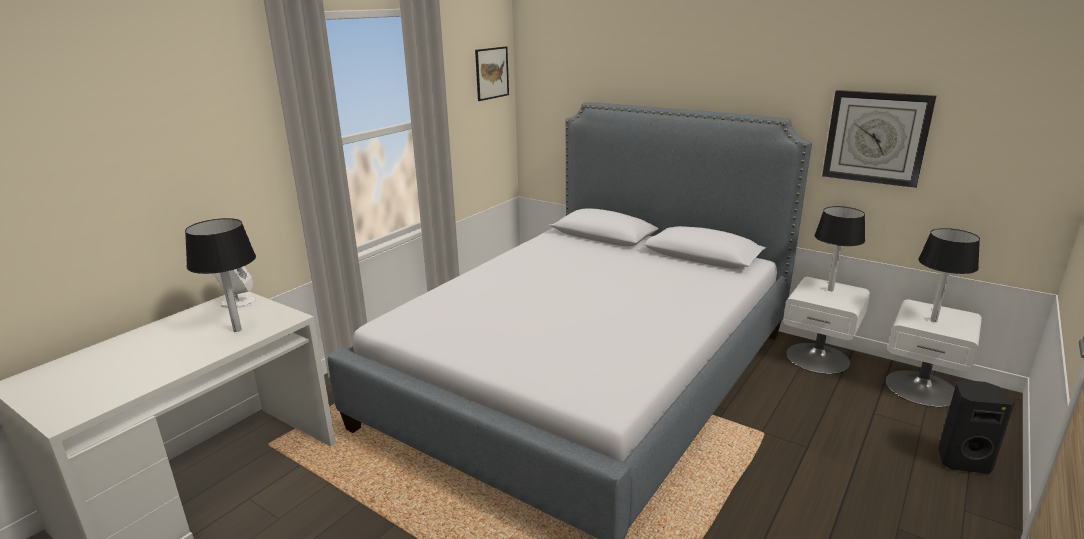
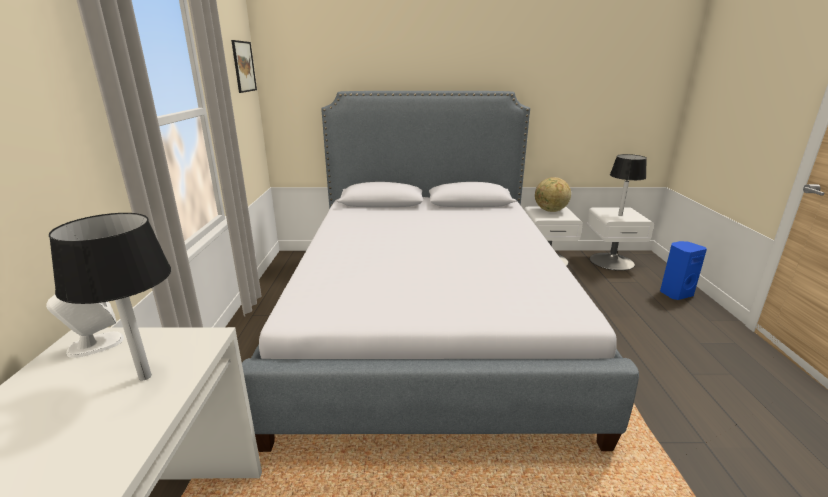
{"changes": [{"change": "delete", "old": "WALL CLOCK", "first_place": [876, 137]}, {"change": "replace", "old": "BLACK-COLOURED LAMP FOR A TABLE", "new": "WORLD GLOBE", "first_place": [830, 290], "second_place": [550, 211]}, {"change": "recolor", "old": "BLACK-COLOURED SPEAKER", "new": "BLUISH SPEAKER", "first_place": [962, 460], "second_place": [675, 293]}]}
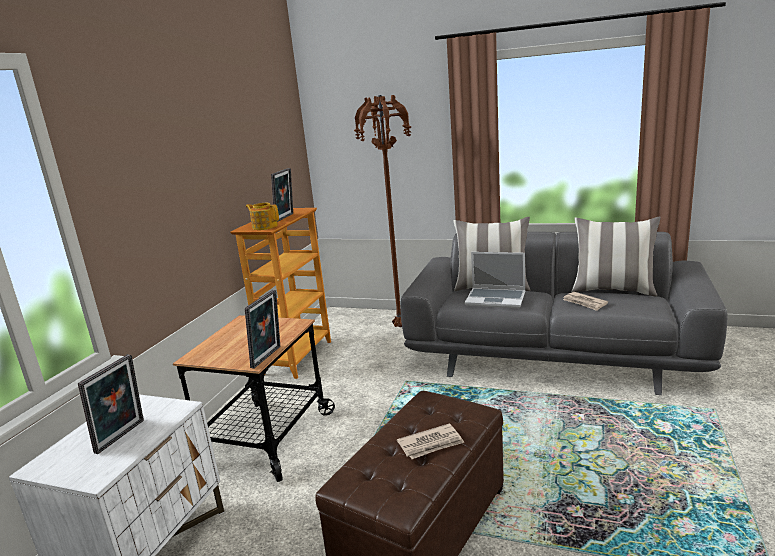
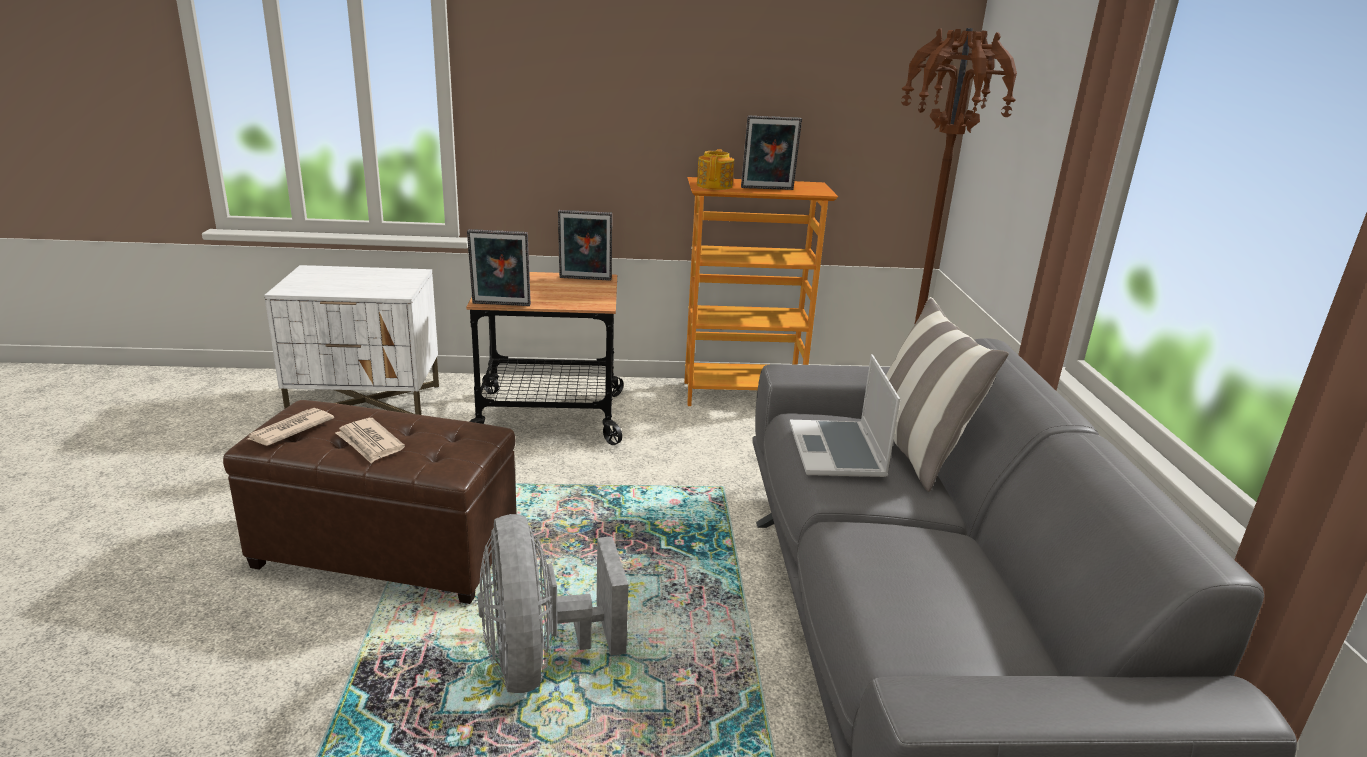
{"changes": [{"change": "delete", "old": "PILLOW", "first_place": [613, 290]}, {"change": "insert", "new": "GRAY ELECTRIC FAN", "second_place": [539, 661]}, {"change": "move", "old": "PICTURE FRAME", "first_place": [122, 437], "second_place": [585, 279]}, {"change": "move", "old": "NEWSPAPER", "first_place": [584, 303], "second_place": [289, 430]}]}
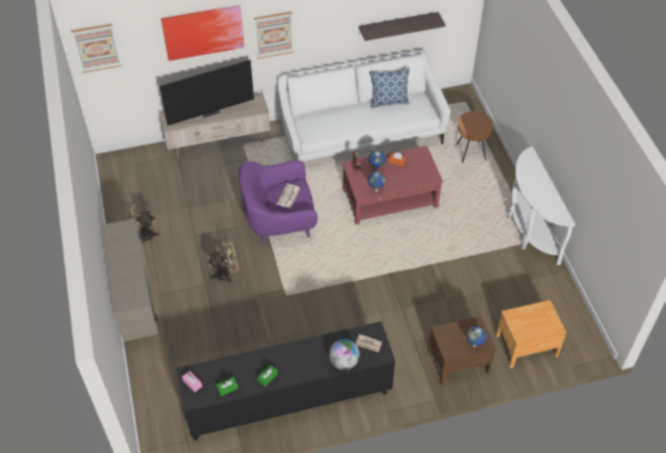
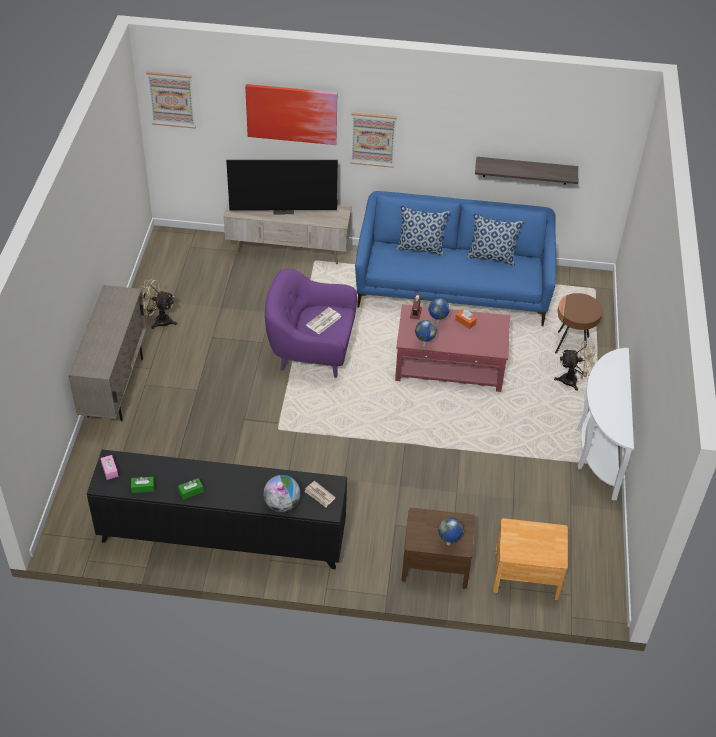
{"changes": [{"change": "insert", "new": "PILLOW", "second_place": [420, 248]}, {"change": "move", "old": "BEIGE ELECTRIC FAN", "first_place": [226, 274], "second_place": [573, 381]}, {"change": "recolor", "old": "WHITE COUCH", "new": "BLUISH COUCH", "first_place": [360, 133], "second_place": [452, 288]}]}
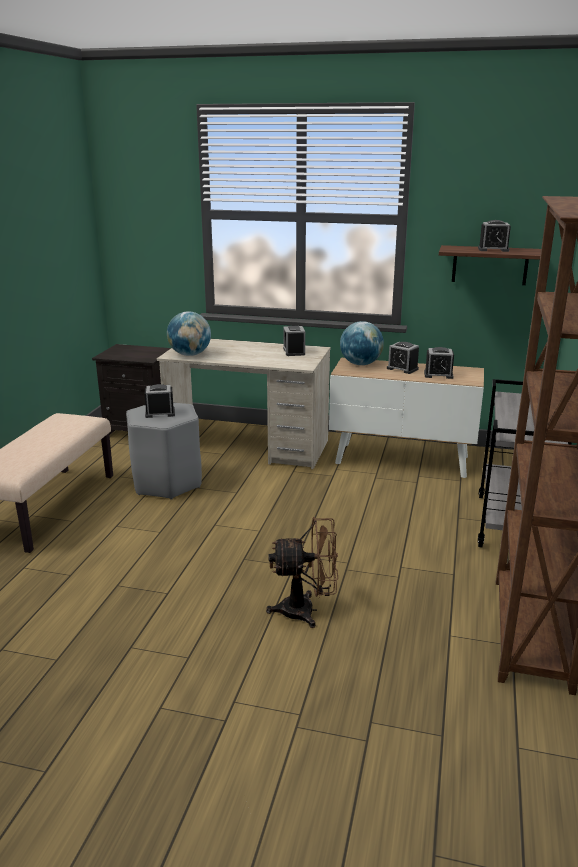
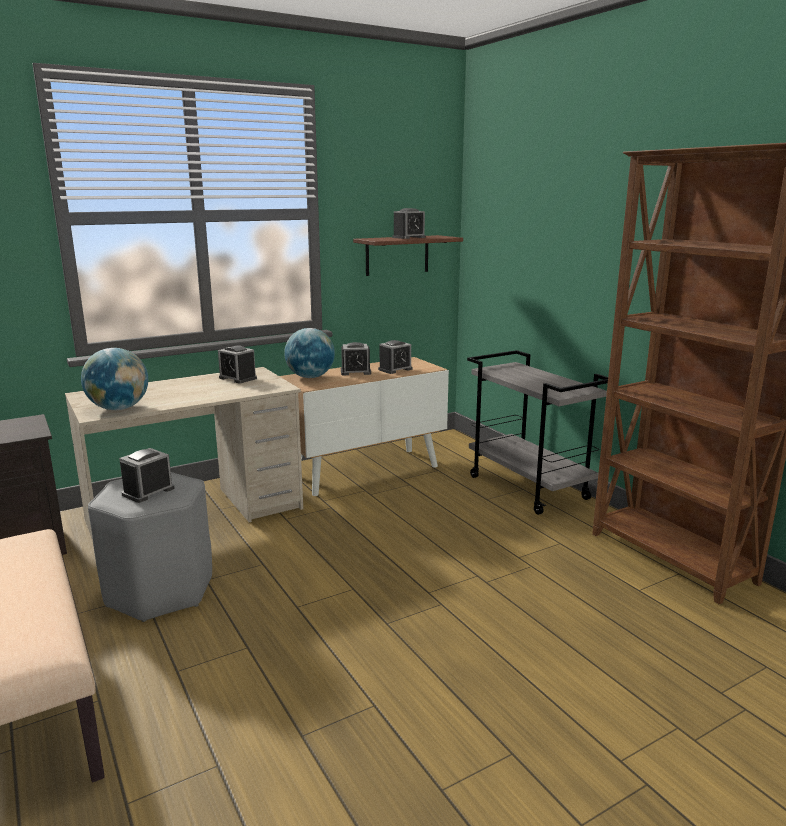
{"changes": [{"change": "delete", "old": "BROWN ELECTRIC FAN", "first_place": [306, 611]}]}
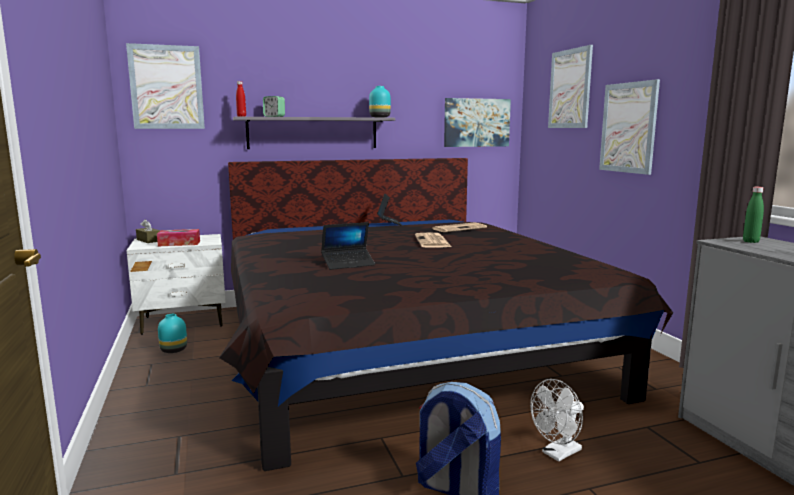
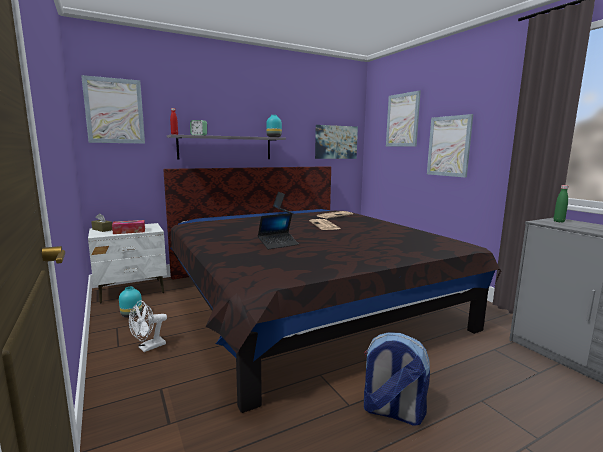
{"changes": [{"change": "move", "old": "WHITE ELECTRIC FAN", "first_place": [558, 454], "second_place": [148, 347]}]}
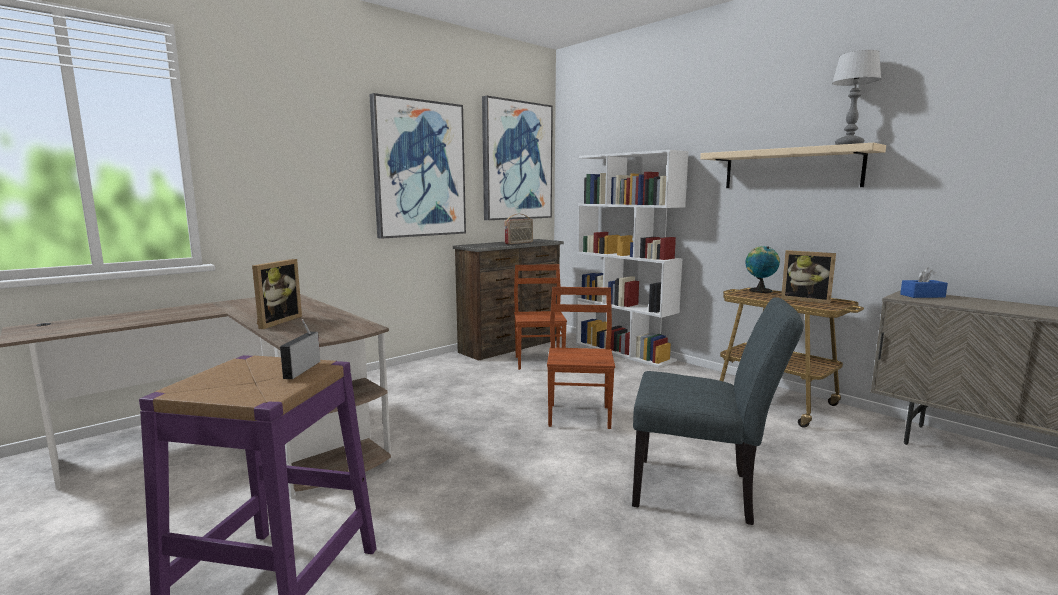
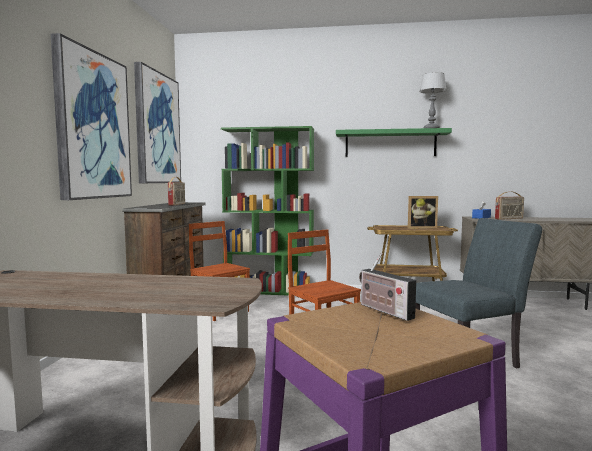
{"changes": [{"change": "delete", "old": "PICTURE FRAME", "first_place": [275, 322]}, {"change": "delete", "old": "WORLD GLOBE", "first_place": [759, 290]}, {"change": "insert", "new": "RADIO", "second_place": [509, 218]}, {"change": "recolor", "old": "WHITE SHELVING UNIT", "new": "GREENISH SHELVING UNIT", "first_place": [624, 352], "second_place": [269, 291]}, {"change": "recolor", "old": "BEIGE SHELF", "new": "GREENISH SHELF", "first_place": [790, 169], "second_place": [390, 144]}]}
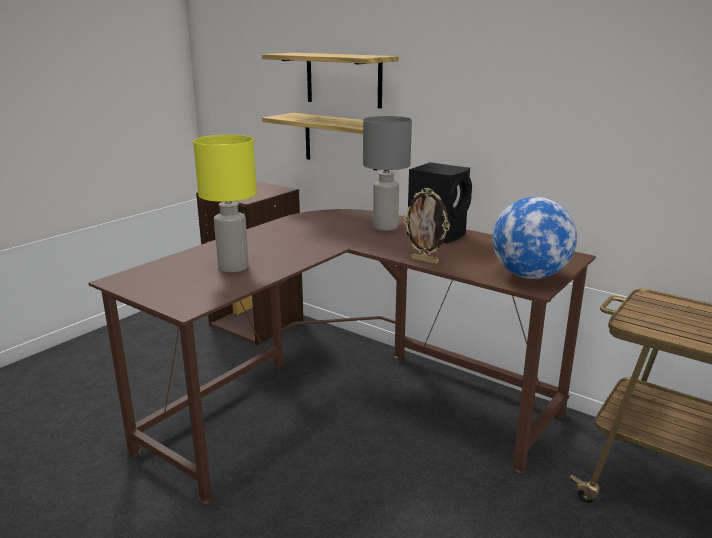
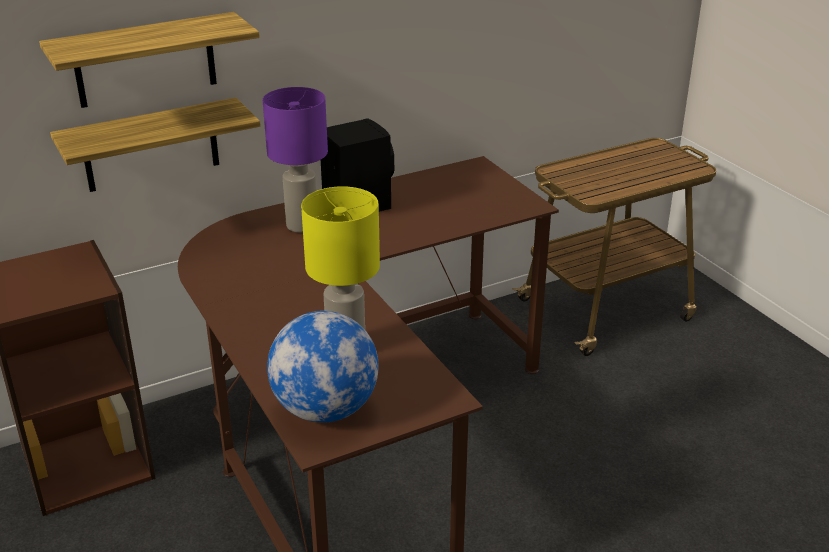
{"changes": [{"change": "delete", "old": "PICTURE FRAME", "first_place": [425, 261]}, {"change": "move", "old": "WORLD GLOBE", "first_place": [529, 276], "second_place": [326, 410]}, {"change": "recolor", "old": "GRAY LAMP FOR A TABLE", "new": "PURPLE-COLOURED LAMP FOR A TABLE", "first_place": [384, 227], "second_place": [301, 226]}]}
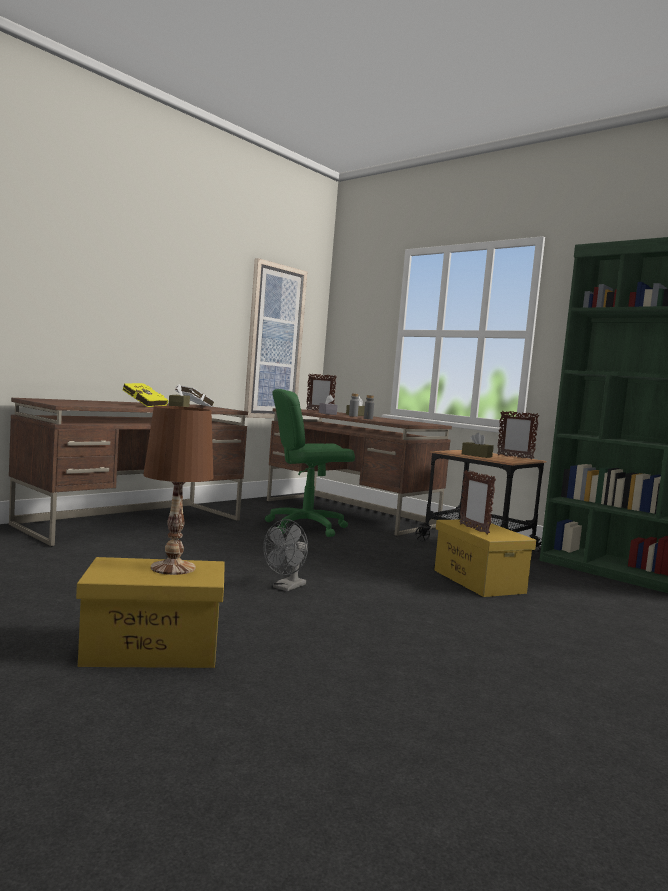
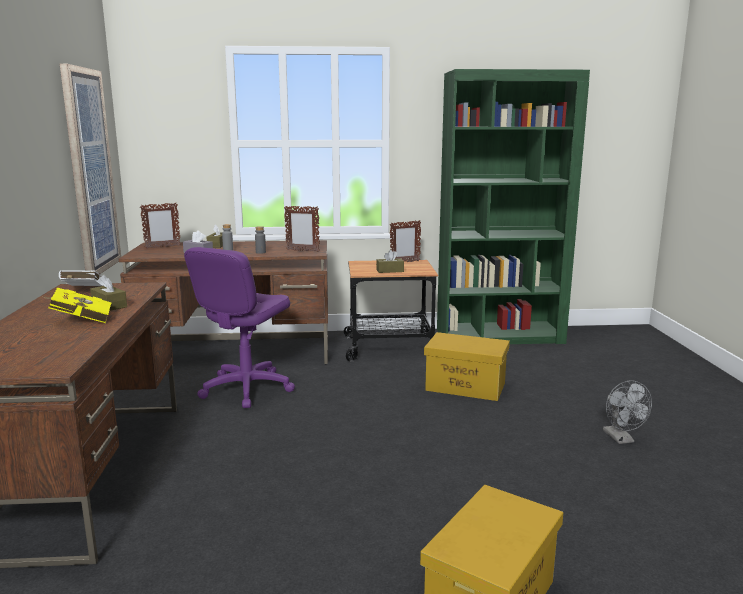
{"changes": [{"change": "delete", "old": "BROWN LAMP FOR A TABLE", "first_place": [172, 568]}, {"change": "move", "old": "GRAY ELECTRIC FAN", "first_place": [286, 587], "second_place": [621, 439]}, {"change": "move", "old": "PICTURE FRAME", "first_place": [473, 529], "second_place": [302, 251]}, {"change": "recolor", "old": "GREENISH OFFICE CHAIR", "new": "PURPLE-COLOURED OFFICE CHAIR", "first_place": [305, 527], "second_place": [246, 388]}]}
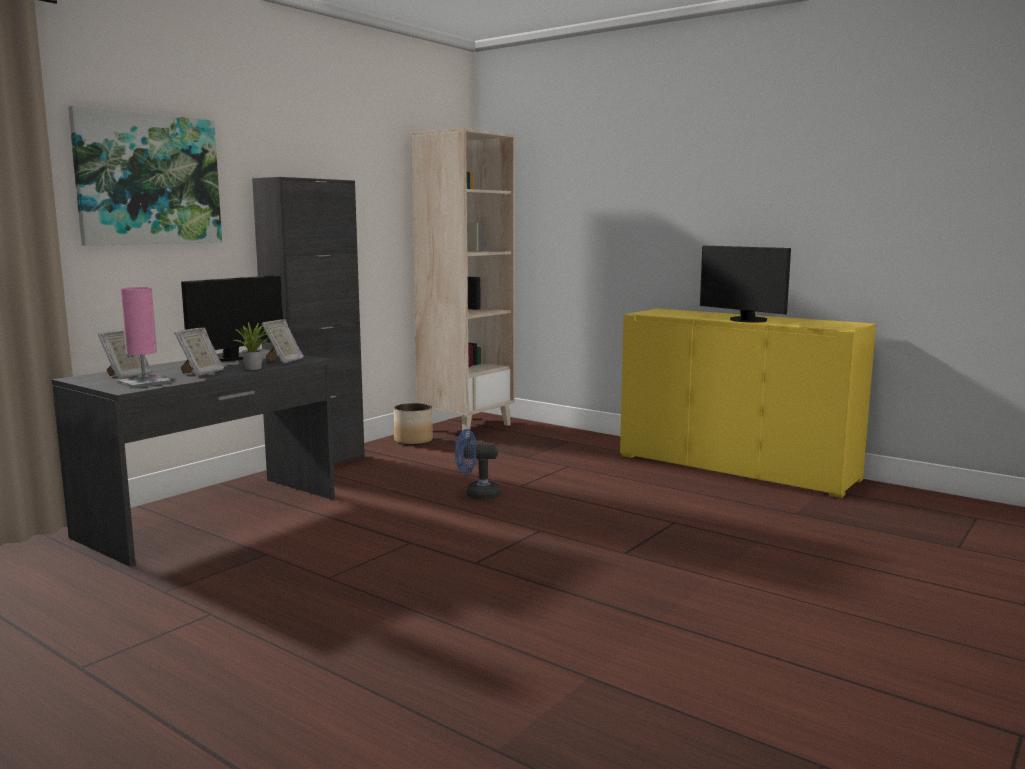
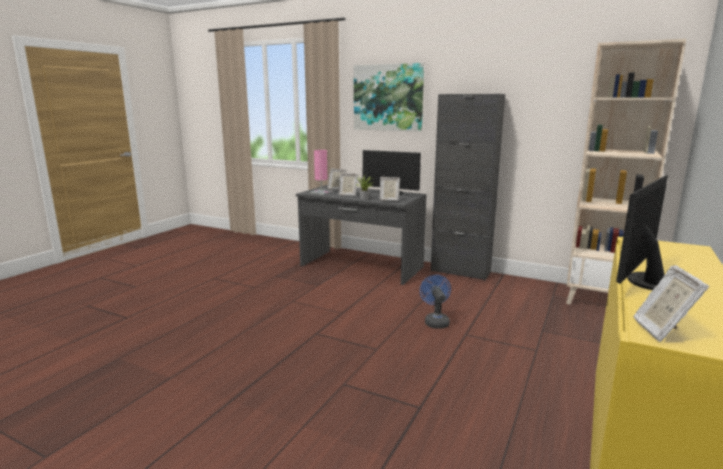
{"changes": [{"change": "delete", "old": "PLANT POT", "first_place": [414, 441]}, {"change": "insert", "new": "PICTURE FRAME", "second_place": [661, 330]}]}
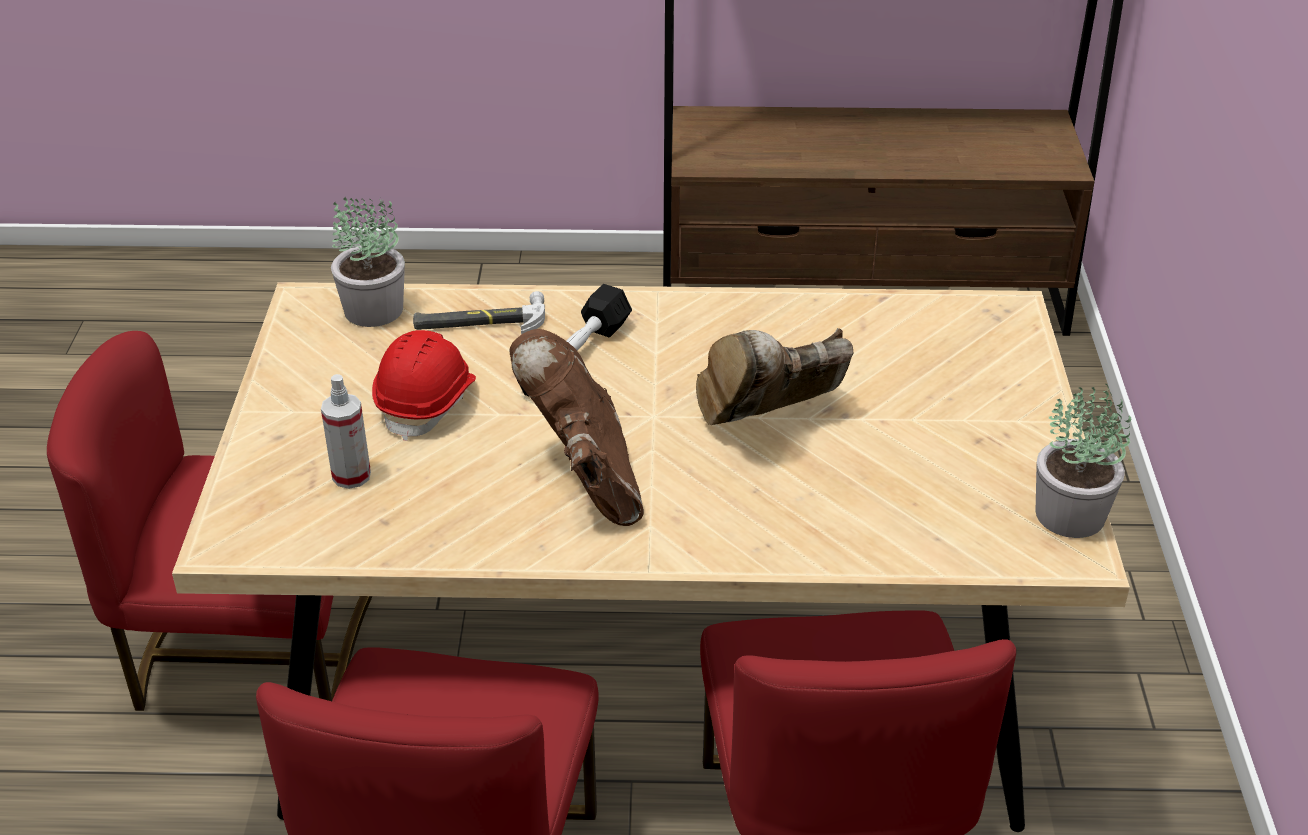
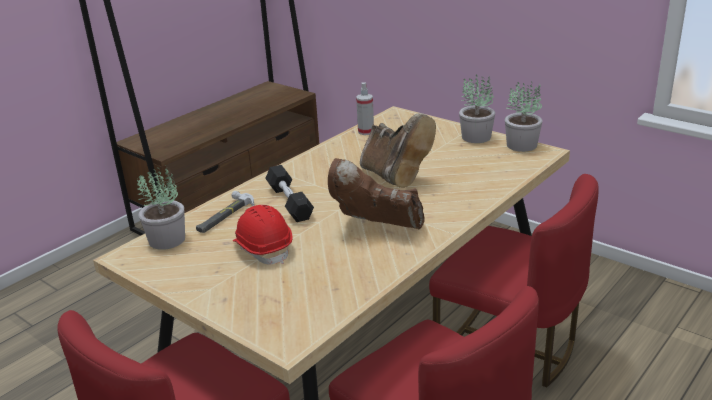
{"changes": [{"change": "insert", "new": "HOUSEPLANT", "second_place": [476, 137]}, {"change": "move", "old": "SPRAY BOTTLE", "first_place": [351, 476], "second_place": [366, 132]}, {"change": "rotate", "old": "BROWN HIGH-TOP BOOT", "first_place": [768, 422], "second_place": [395, 177], "degrees": -45}]}
